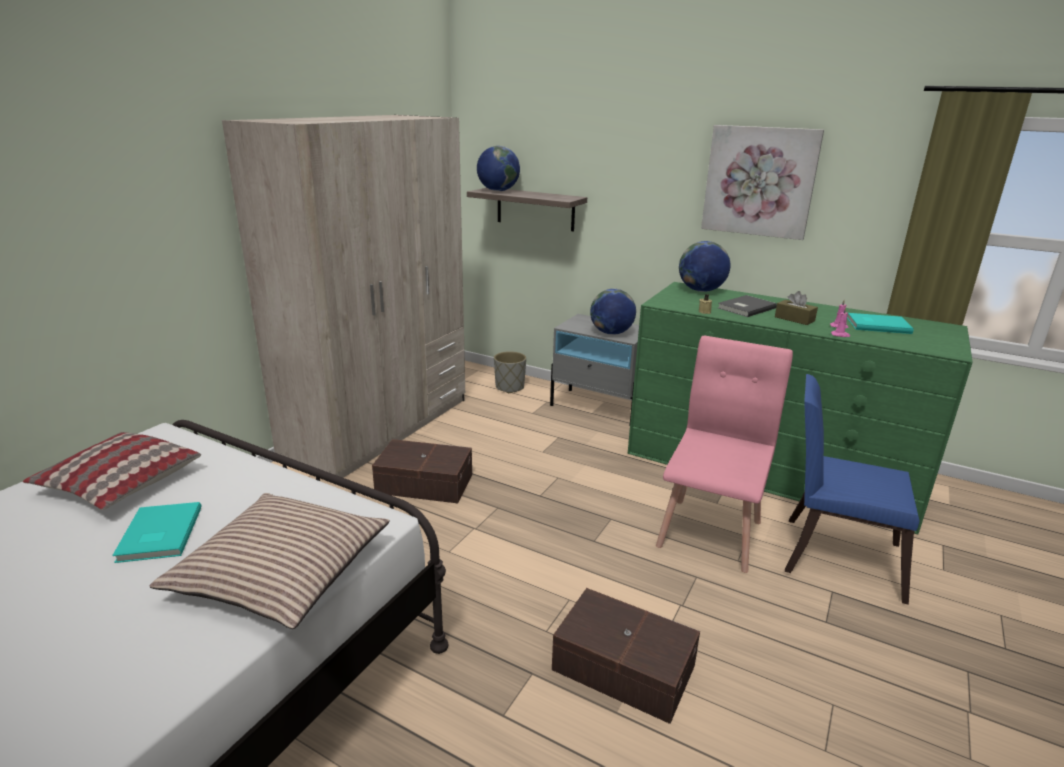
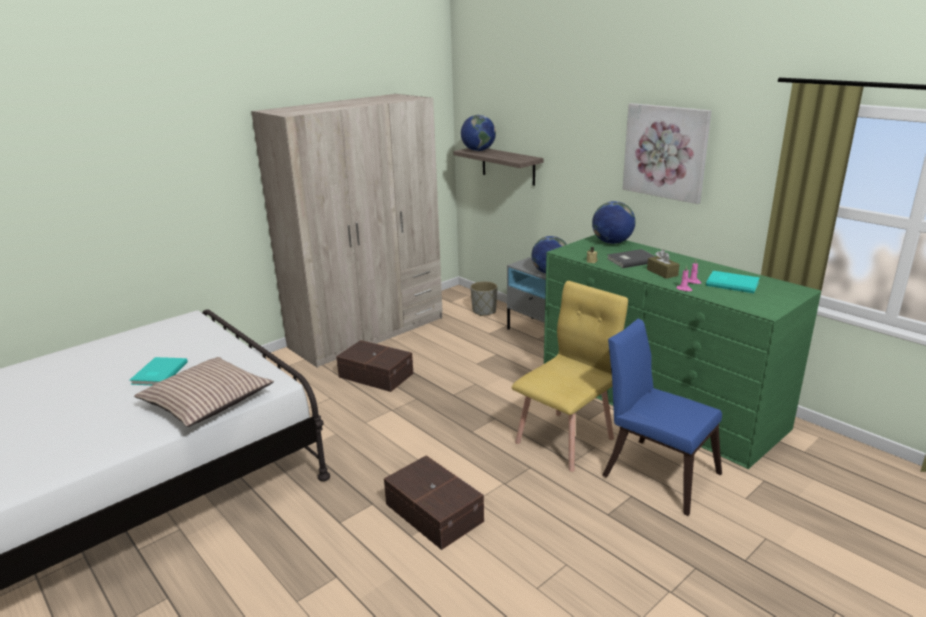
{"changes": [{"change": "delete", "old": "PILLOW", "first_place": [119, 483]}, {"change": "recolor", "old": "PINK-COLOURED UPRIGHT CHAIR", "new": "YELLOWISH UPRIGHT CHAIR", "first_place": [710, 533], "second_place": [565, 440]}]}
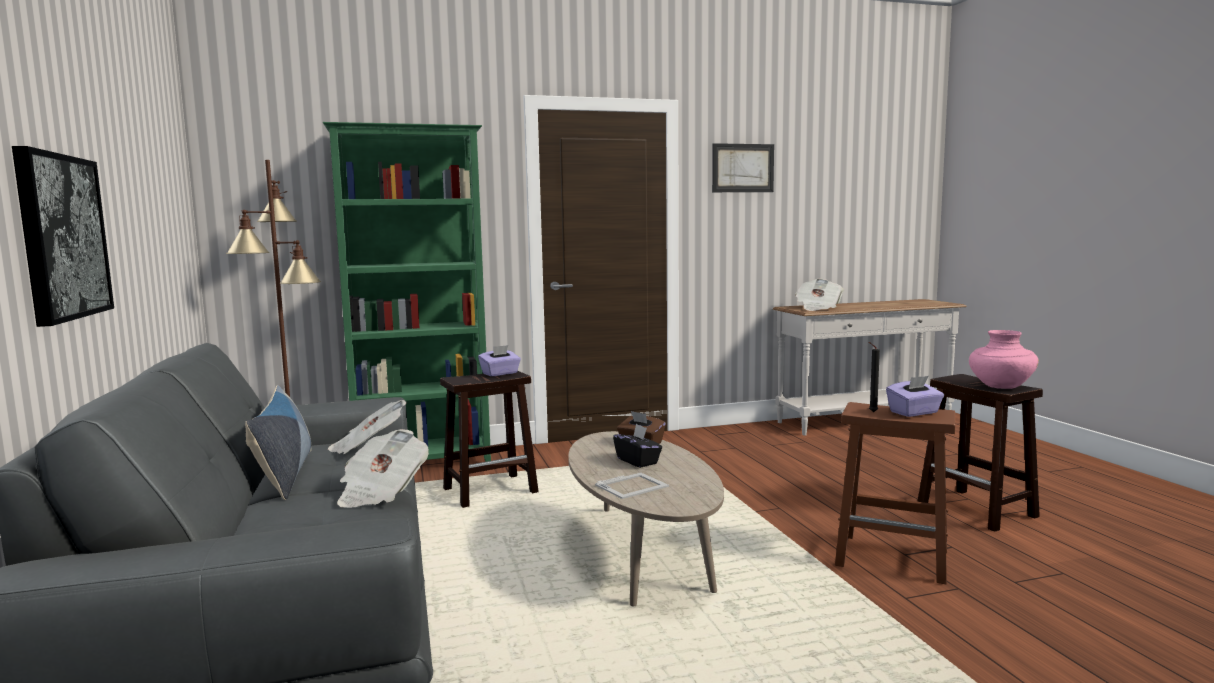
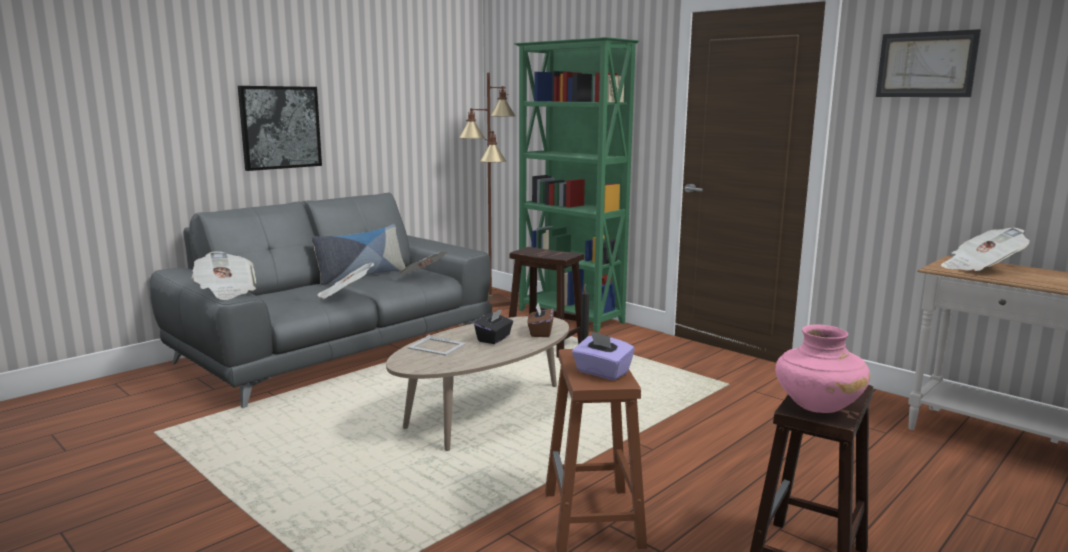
{"changes": [{"change": "delete", "old": "PURPLE-COLOURED BOX OF TISSUES", "first_place": [500, 373]}, {"change": "insert", "new": "NEWSPAPER", "second_place": [226, 292]}]}
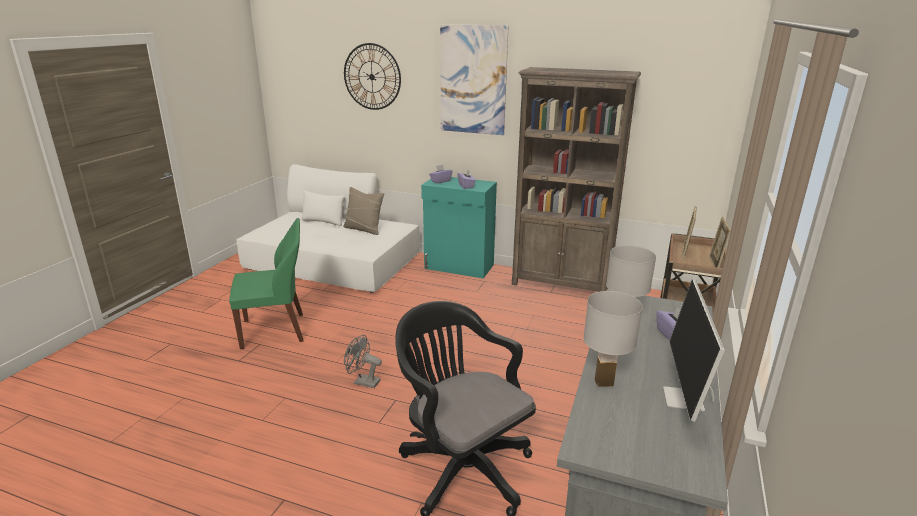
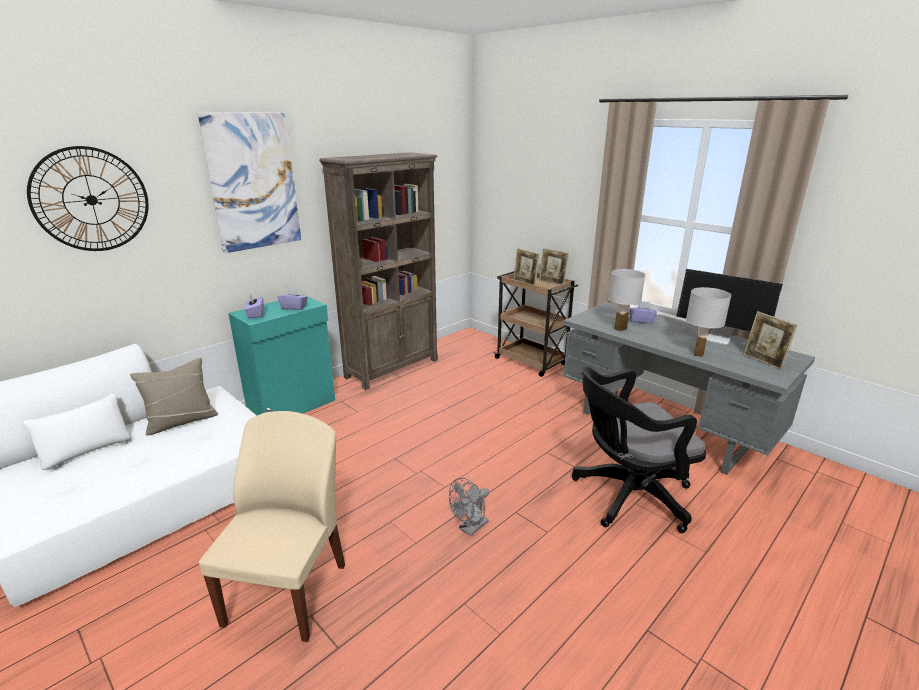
{"changes": [{"change": "insert", "new": "PICTURE FRAME", "second_place": [763, 362]}, {"change": "recolor", "old": "GREENISH UPRIGHT CHAIR", "new": "BEIGE UPRIGHT CHAIR", "first_place": [275, 331], "second_place": [288, 591]}]}
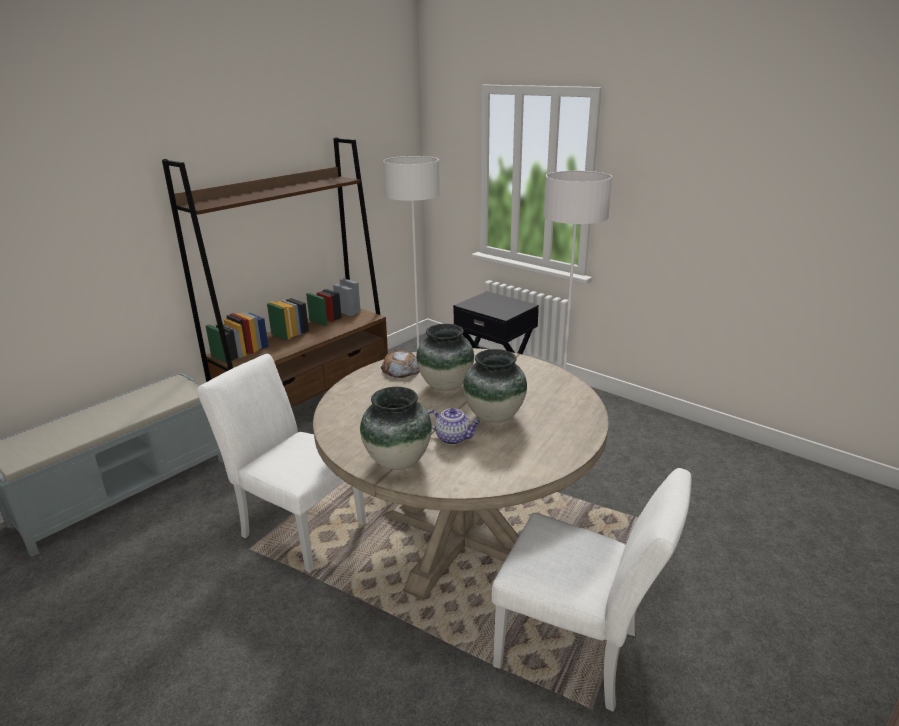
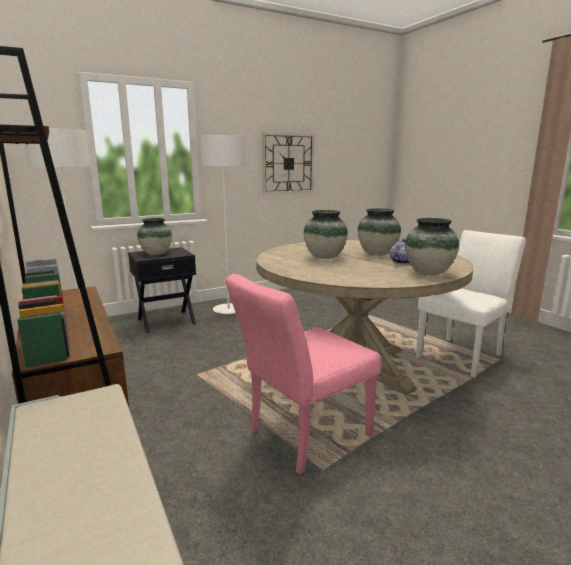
{"changes": [{"change": "delete", "old": "BAKED BREAD", "first_place": [400, 369]}, {"change": "insert", "new": "VASE", "second_place": [156, 254]}, {"change": "insert", "new": "WALL CLOCK", "second_place": [288, 163]}, {"change": "recolor", "old": "WHITE UPRIGHT CHAIR", "new": "PINK-COLOURED UPRIGHT CHAIR", "first_place": [296, 526], "second_place": [302, 436]}]}
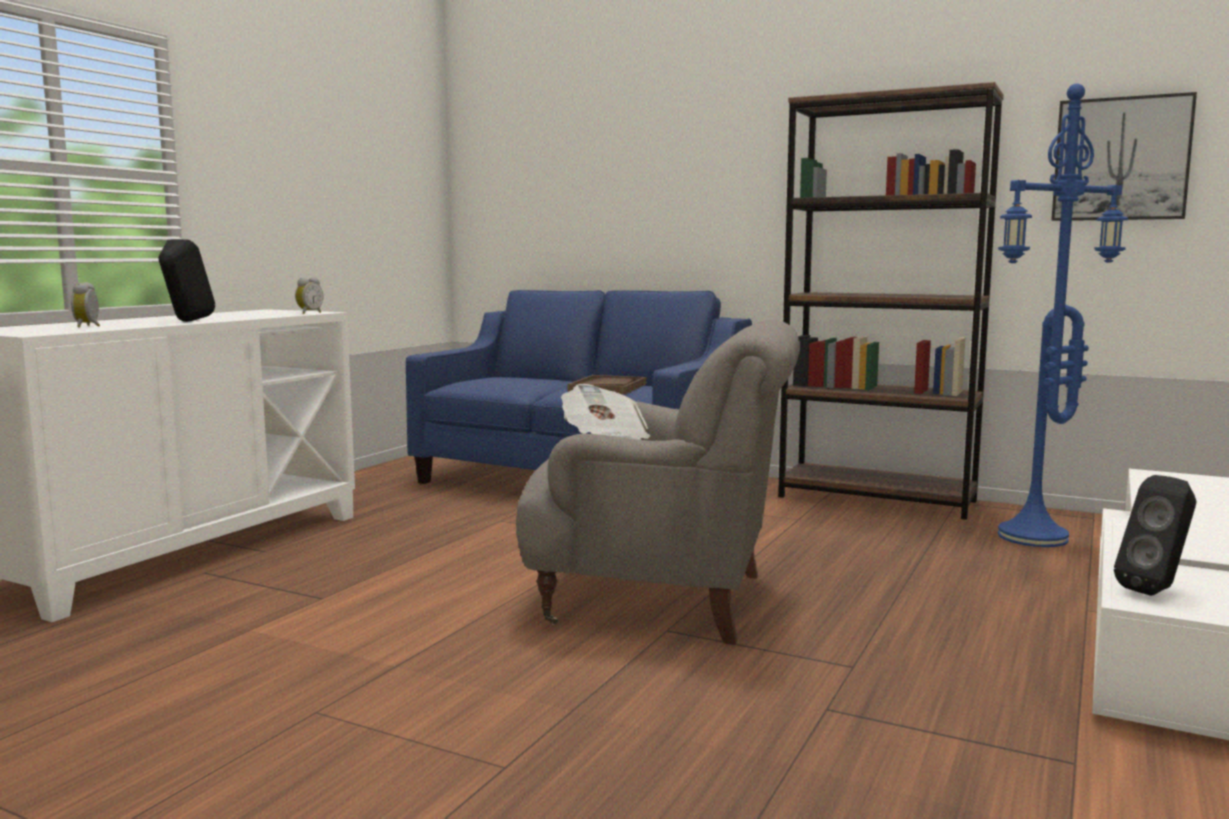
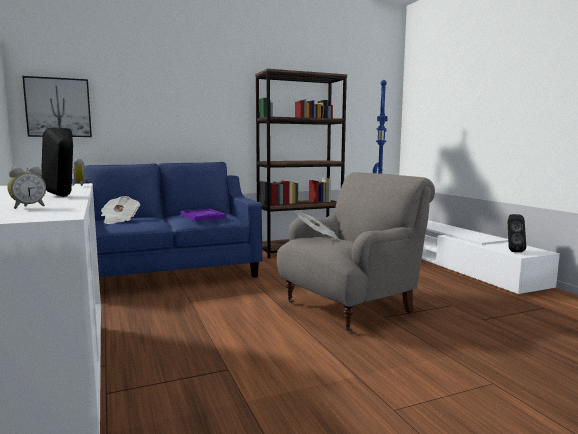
{"changes": [{"change": "insert", "new": "NEWSPAPER", "second_place": [119, 220]}, {"change": "move", "old": "WALL PICTURE", "first_place": [1121, 159], "second_place": [58, 107]}, {"change": "recolor", "old": "BROWN SERVING TRAY", "new": "PURPLE-COLOURED SERVING TRAY", "first_place": [608, 387], "second_place": [202, 216]}, {"change": "rotate", "old": "ALARM CLOCK", "first_place": [89, 326], "second_place": [28, 207], "degrees": -75}]}
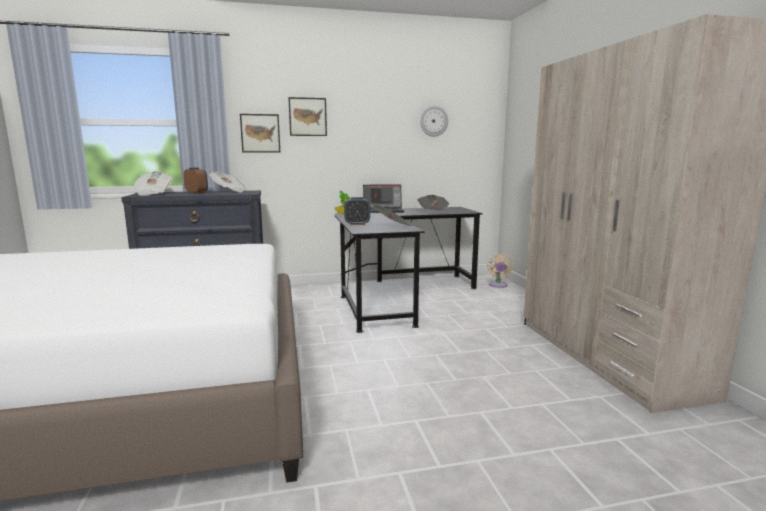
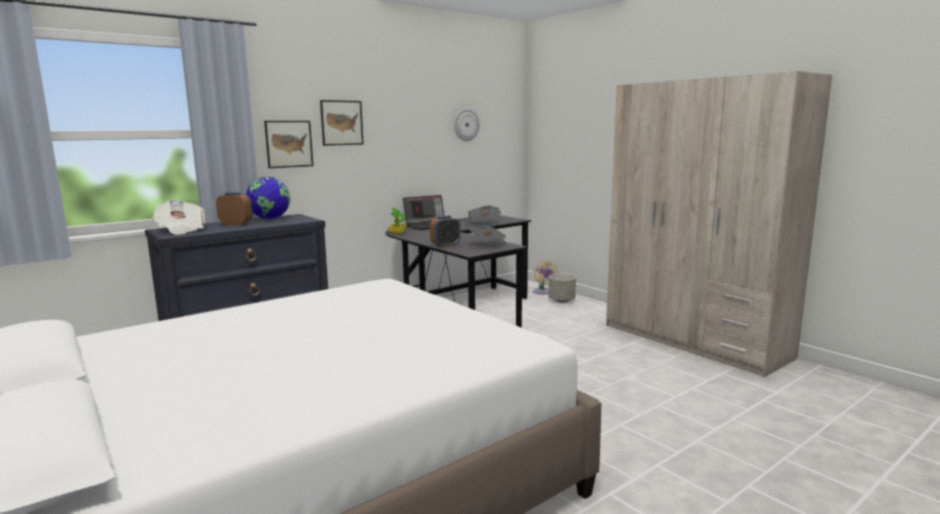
{"changes": [{"change": "insert", "new": "GRAY PLANT POT", "second_place": [561, 301]}, {"change": "replace", "old": "NEWSPAPER", "new": "WORLD GLOBE", "first_place": [229, 191], "second_place": [270, 218]}]}
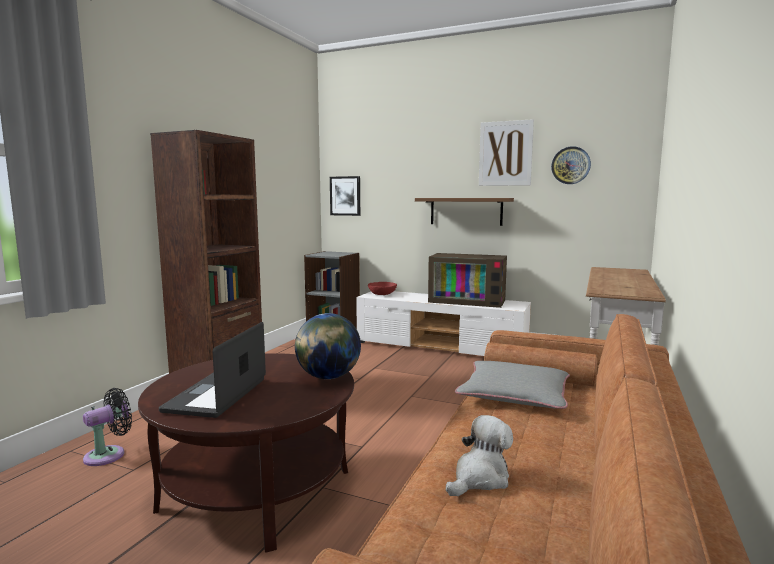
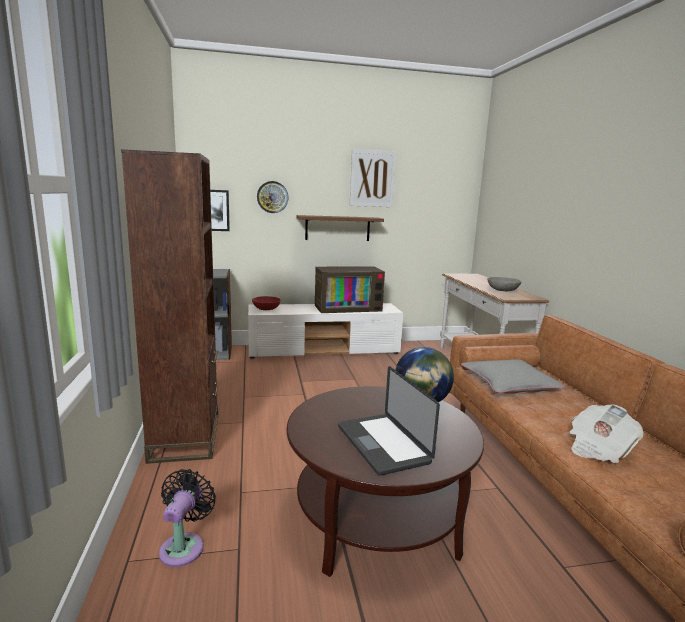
{"changes": [{"change": "insert", "new": "GRAY SERVING BOWL", "second_place": [502, 290]}, {"change": "move", "old": "WALL CLOCK", "first_place": [570, 165], "second_place": [272, 197]}, {"change": "replace", "old": "PLUSH TOY", "new": "NEWSPAPER", "first_place": [480, 478], "second_place": [599, 448]}]}
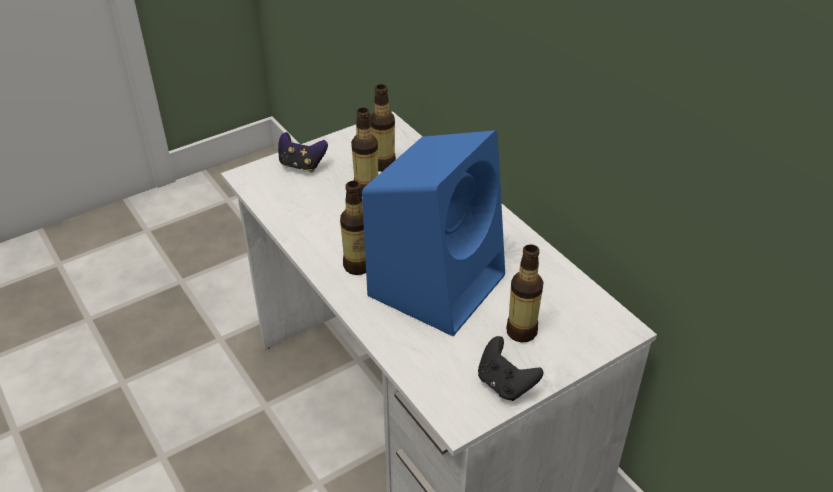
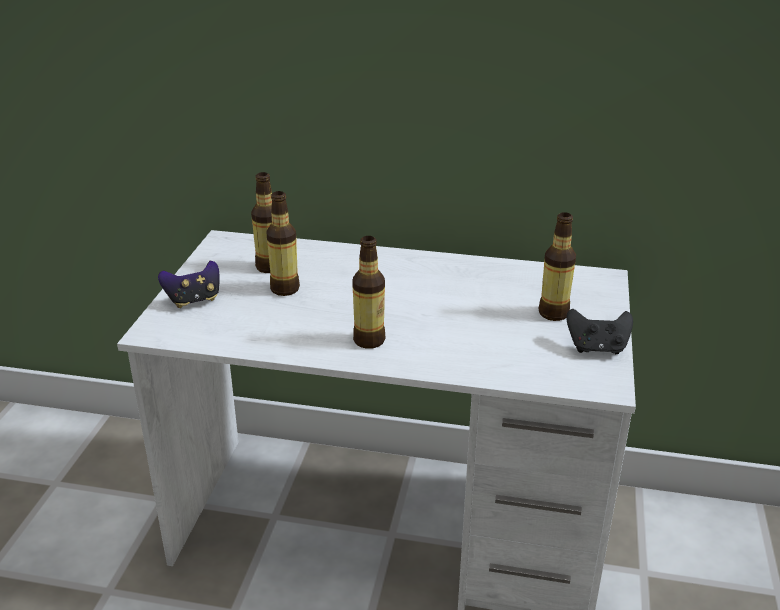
{"changes": [{"change": "delete", "old": "BLUISH SPEAKER", "first_place": [438, 282]}]}
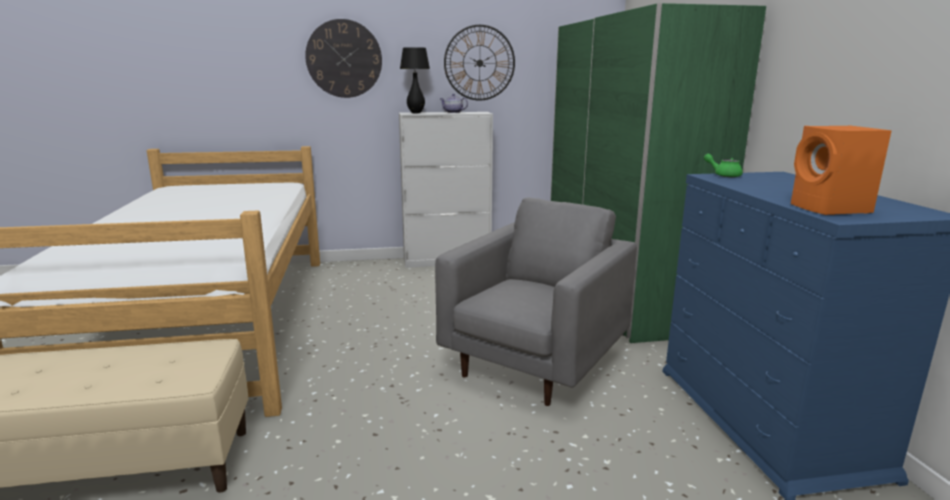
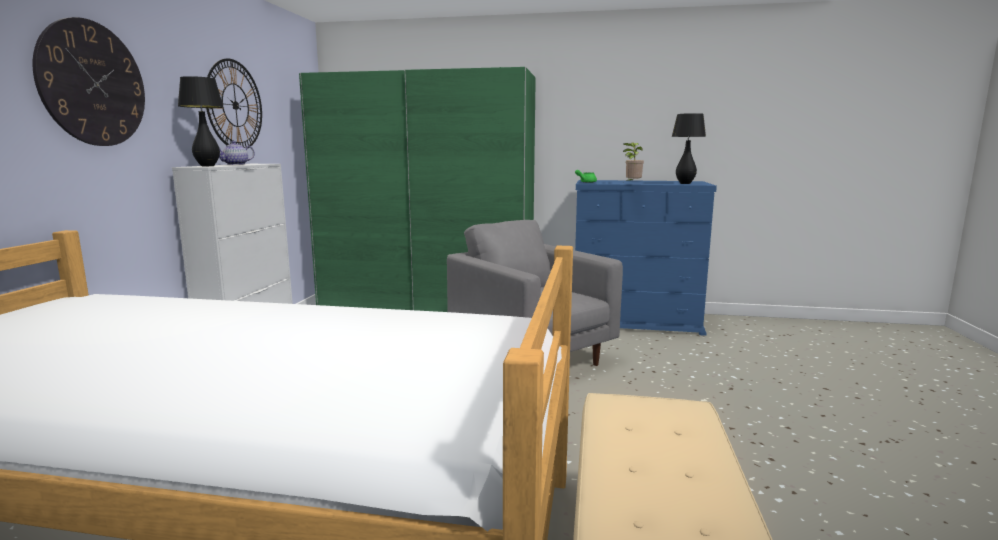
{"changes": [{"change": "insert", "new": "HOUSEPLANT", "second_place": [632, 184]}, {"change": "replace", "old": "ORANGEY SPEAKER", "new": "BLACK-COLOURED LAMP FOR A TABLE", "first_place": [831, 209], "second_place": [685, 183]}]}
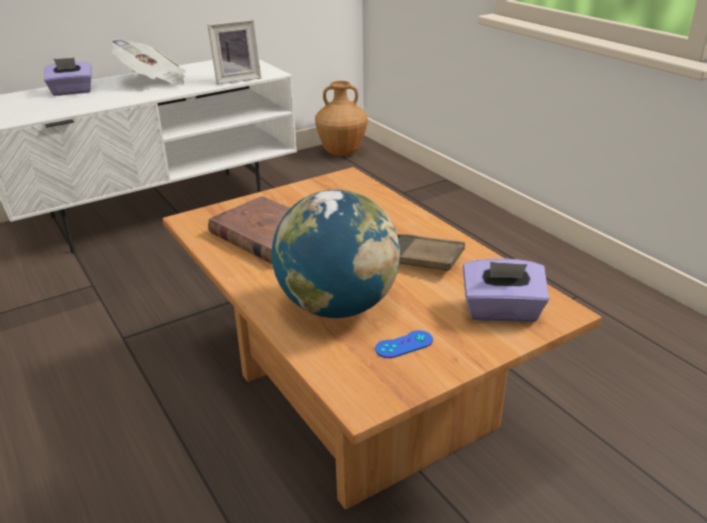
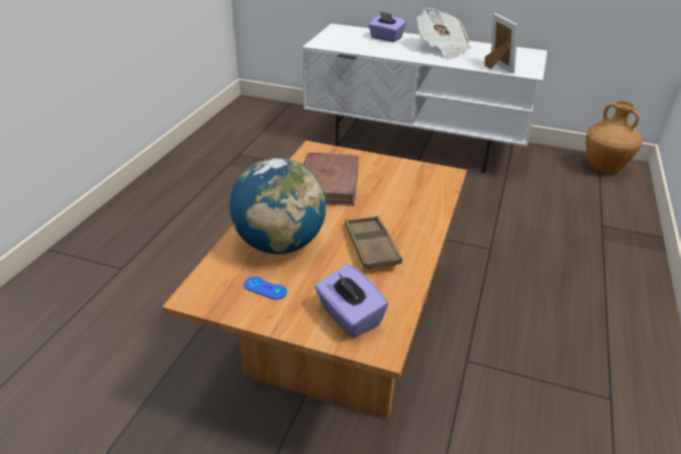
{"changes": [{"change": "rotate", "old": "PICTURE FRAME", "first_place": [236, 79], "second_place": [495, 67], "degrees": -135}]}
